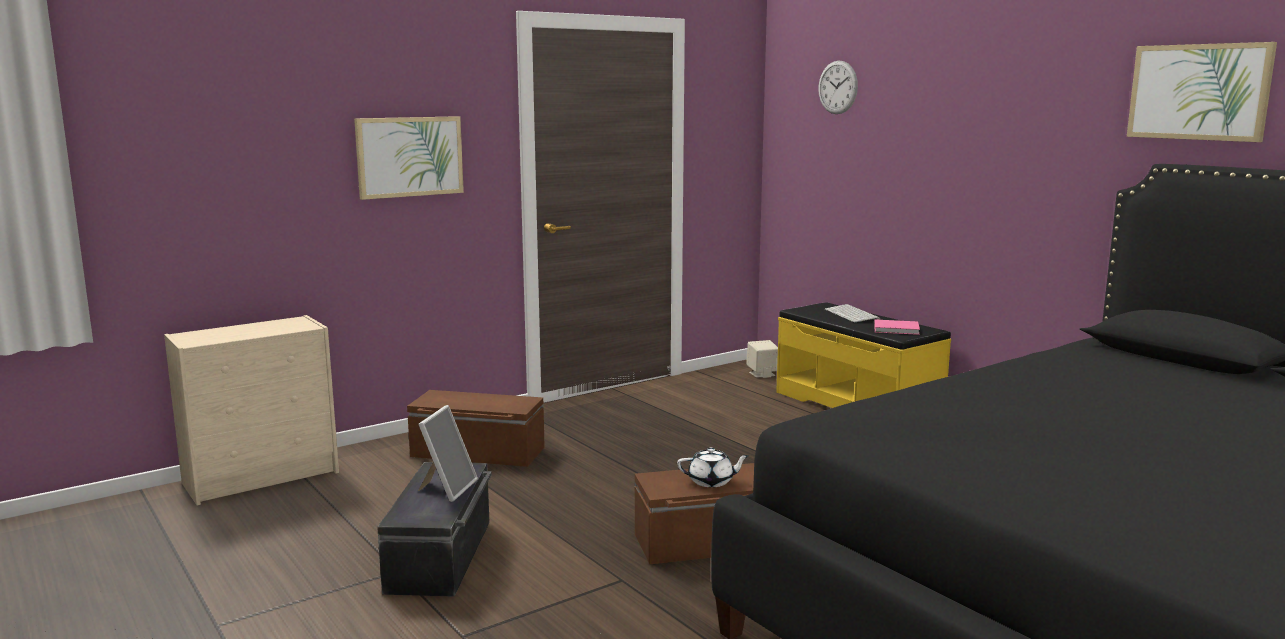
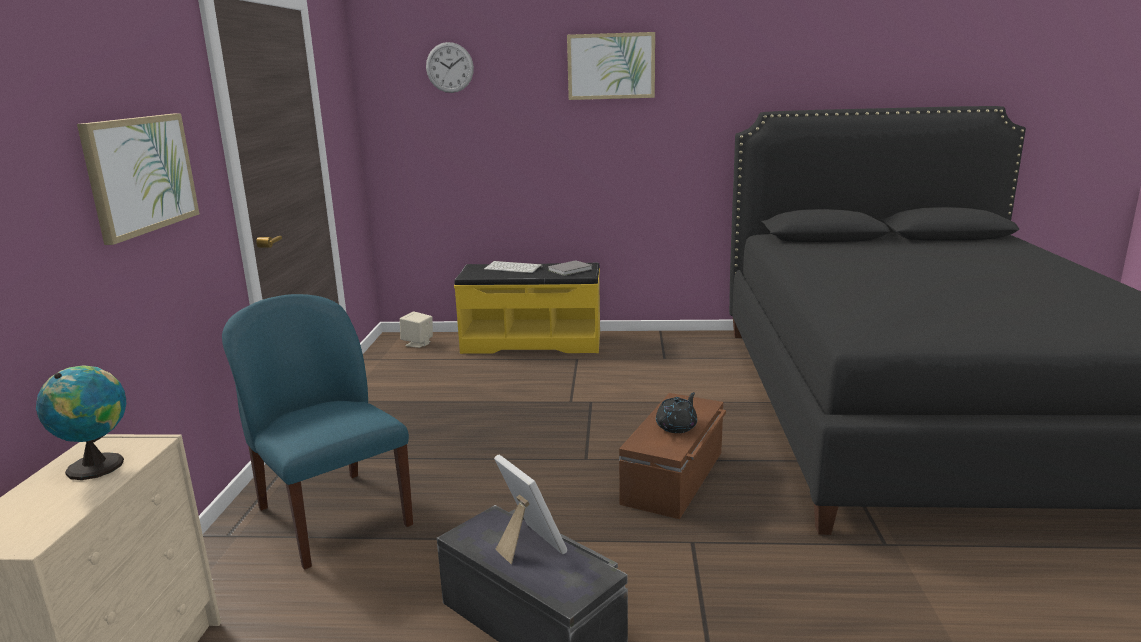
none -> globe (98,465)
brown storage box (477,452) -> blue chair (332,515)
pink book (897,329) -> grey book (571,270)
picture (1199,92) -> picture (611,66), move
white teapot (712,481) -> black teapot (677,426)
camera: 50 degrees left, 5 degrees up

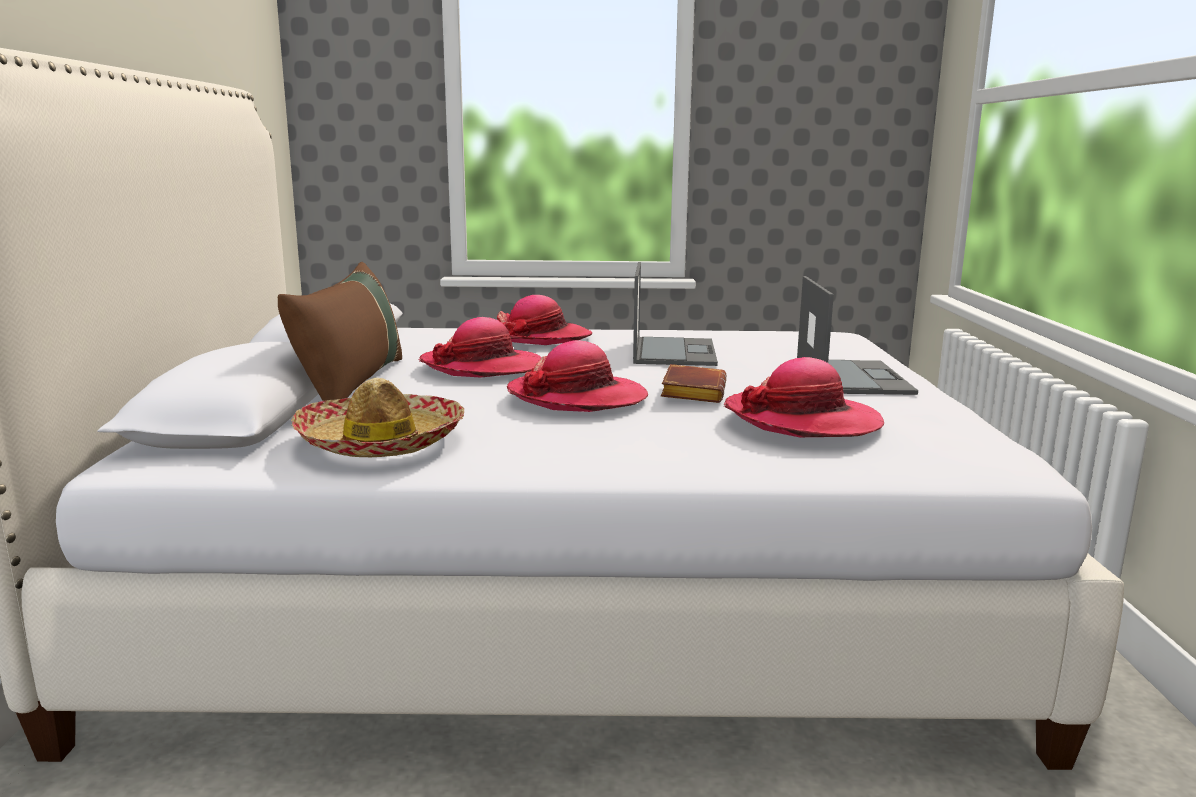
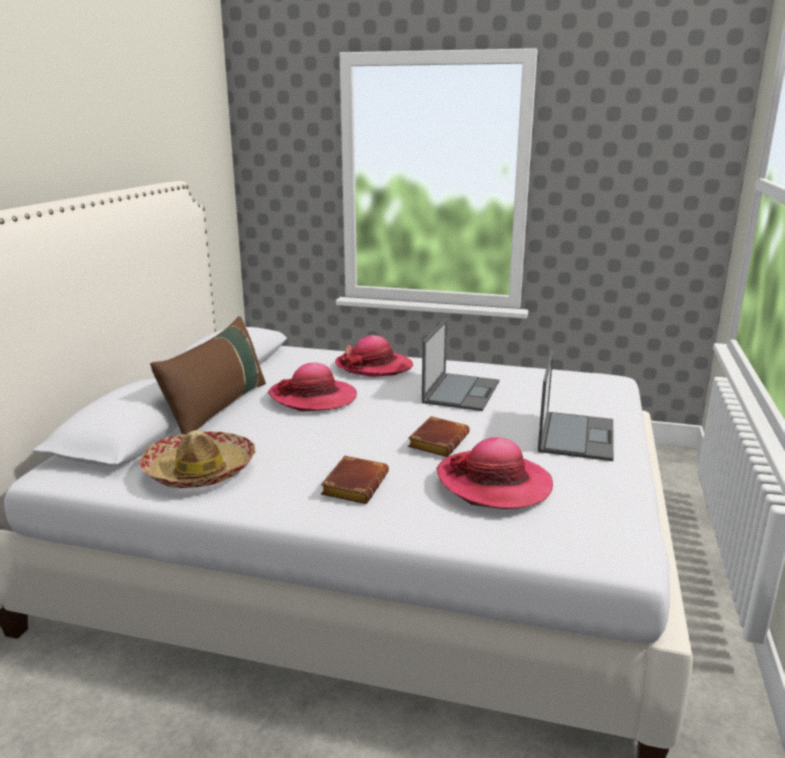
none -> brown book (354,484)
hat (577,397) -> none
camera: 15 degrees right, 5 degrees up

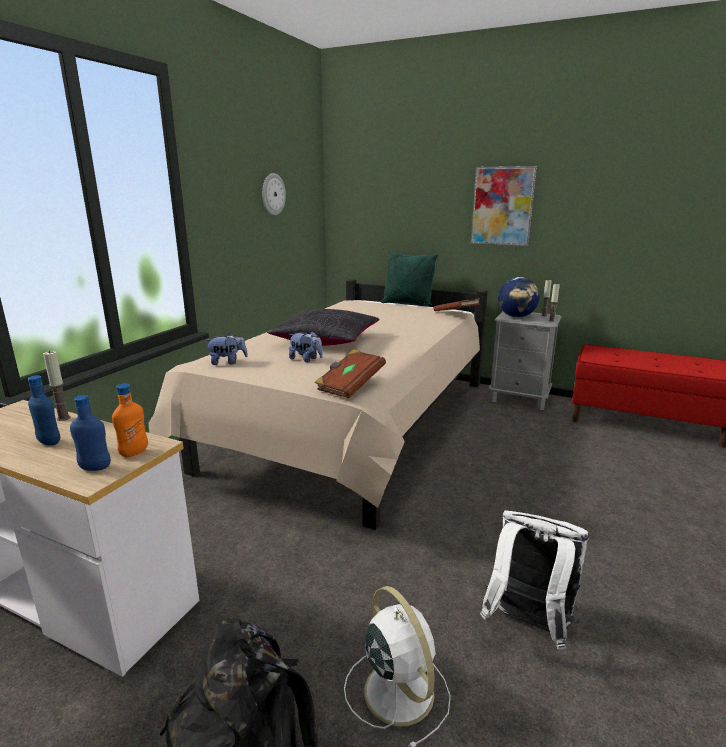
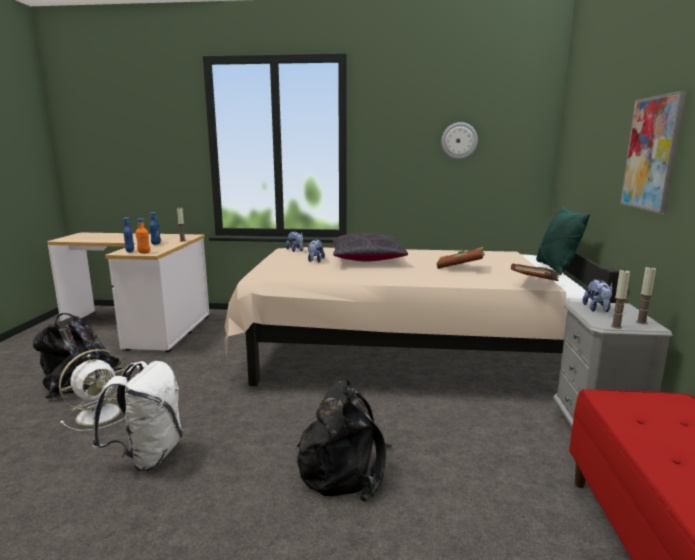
none -> black backpack (345,468)
brown book (350,386) -> brown book (460,267), move
globe (516,317) -> plush toy (597,309)
camera: 70 degrees right, 5 degrees down

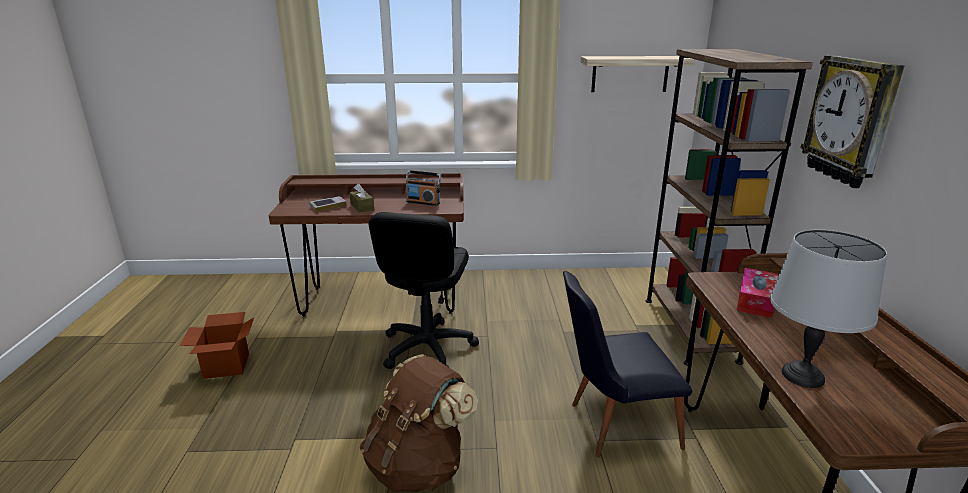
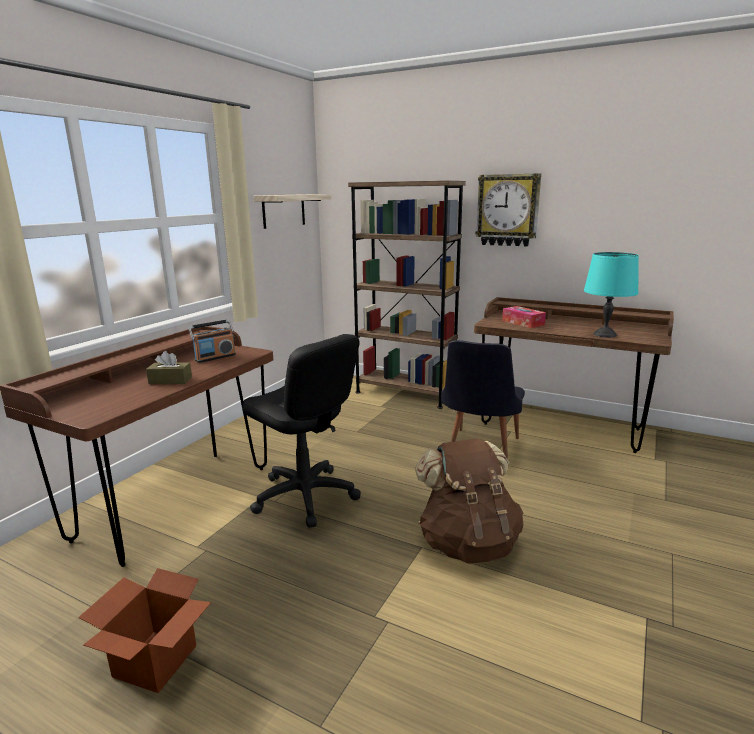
grey table lamp (803,376) -> turquoise table lamp (605,334)
book (328,206) -> none
camera: 60 degrees left, 5 degrees down

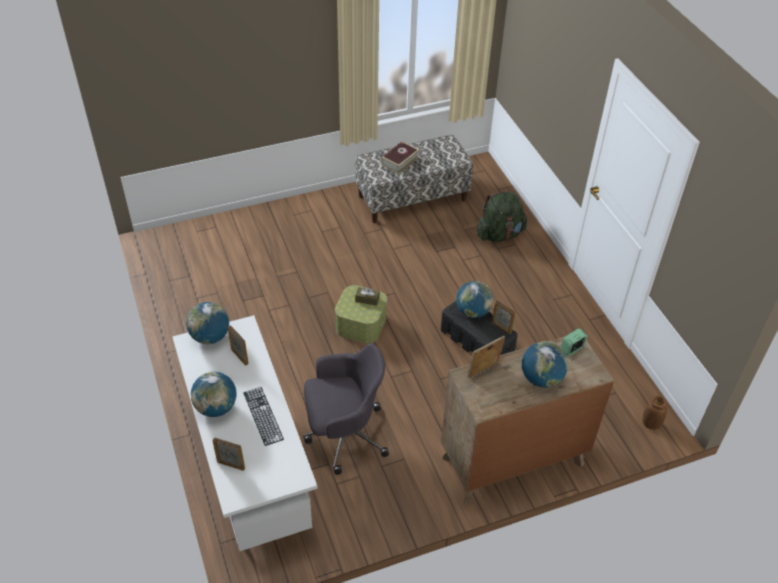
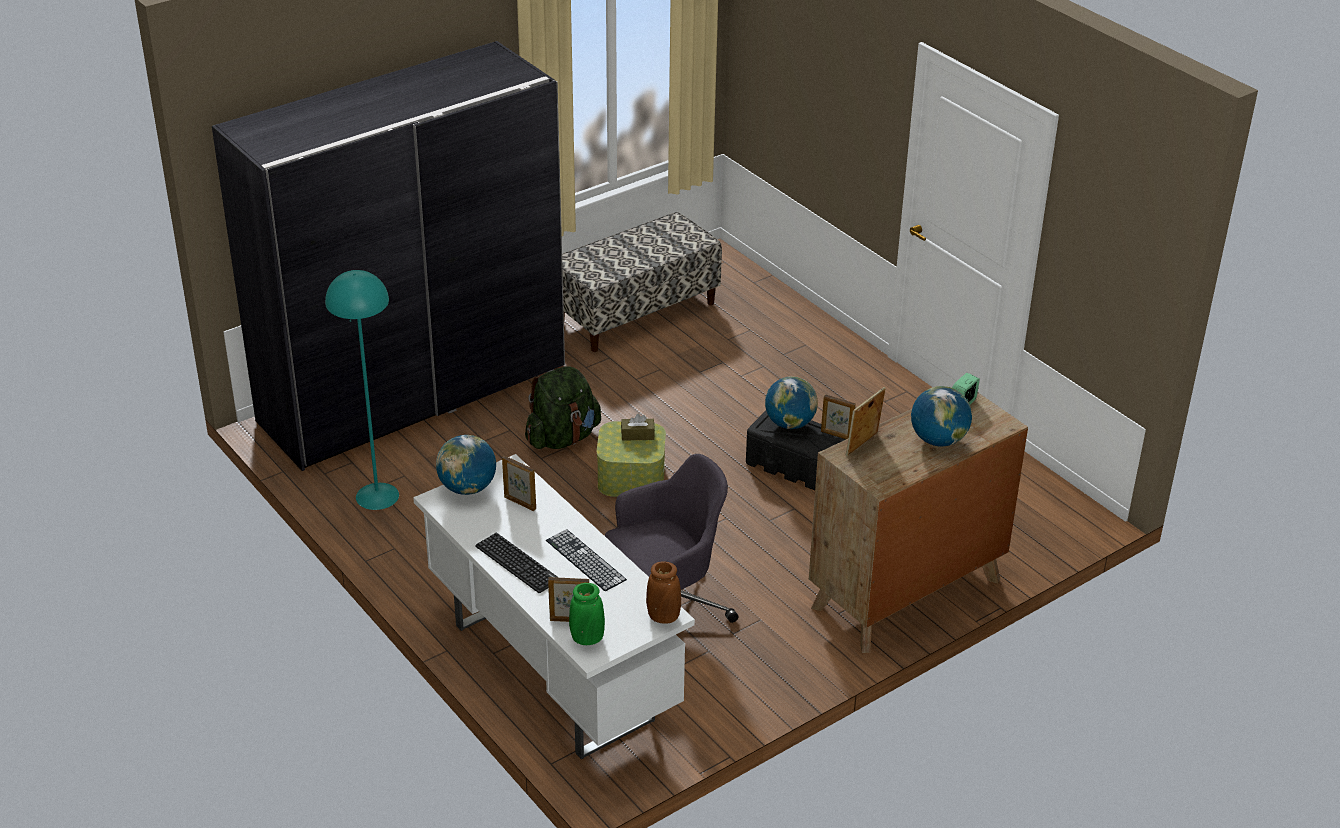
none -> grey wardrobe (413,393)
none -> turquoise floor lamp (377,496)
globe (216,407) -> keyboard (517,563)
green backpack (499,234) -> green backpack (563,438), move
none -> green vase (587,638)
brown vase (650,424) -> brown vase (663,617), move
book (399,161) -> none
camera: 15 degrees left, 10 degrees down

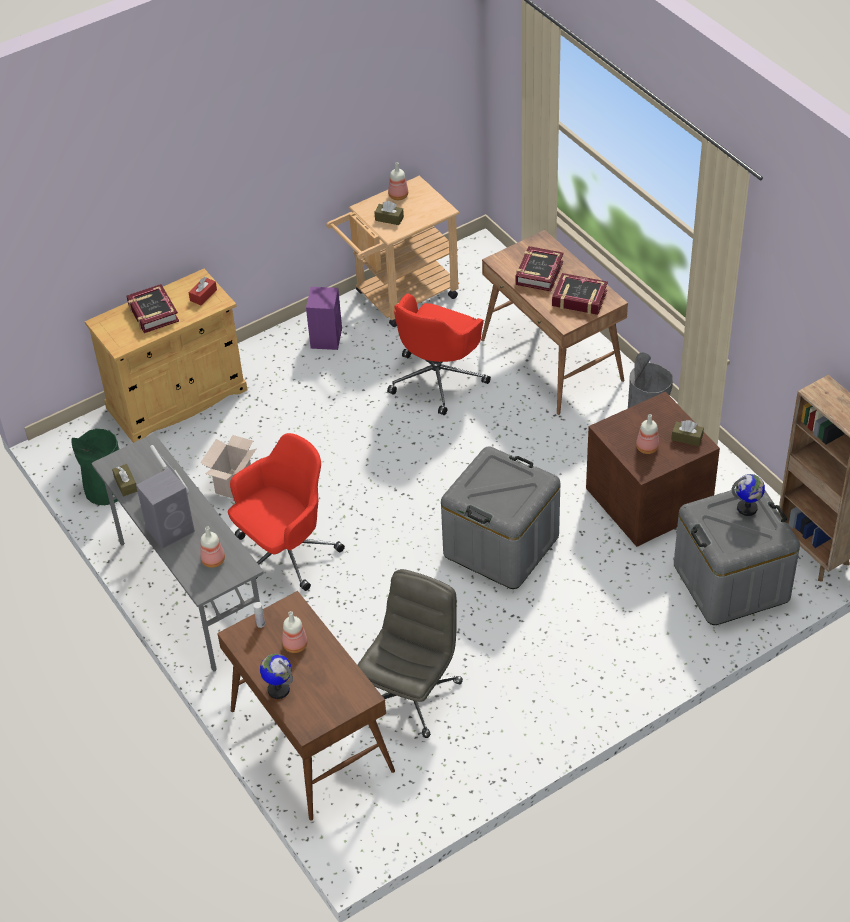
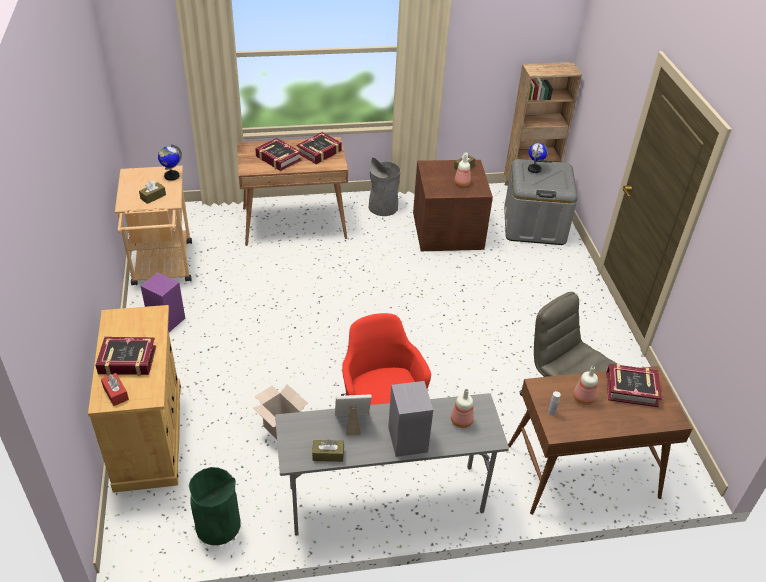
red tissue box (203,295) -> red tissue box (115,393), move
globe (278,689) -> globe (171,176), move
none -> book (631,389)
red office chair (438,378) -> none
bottle (398,196) -> none
grey storage box (501,545) -> none
camera: 70 degrees left, 5 degrees down

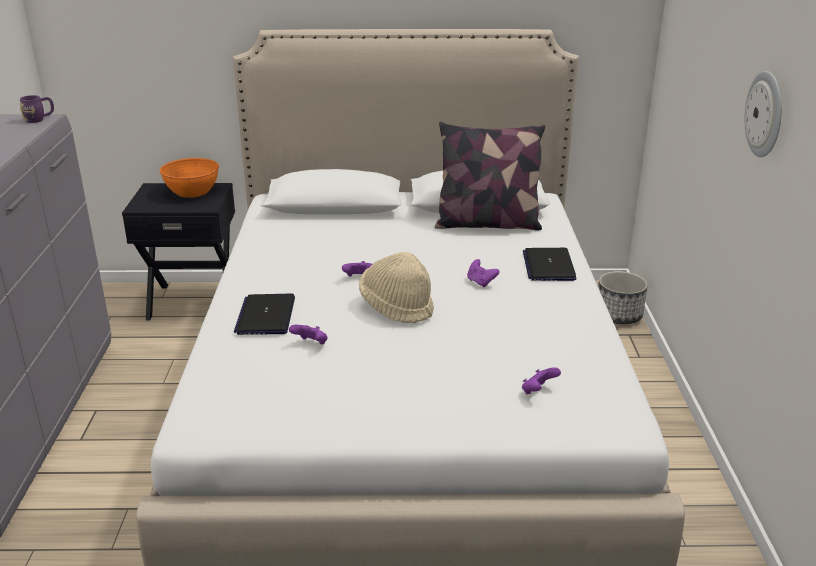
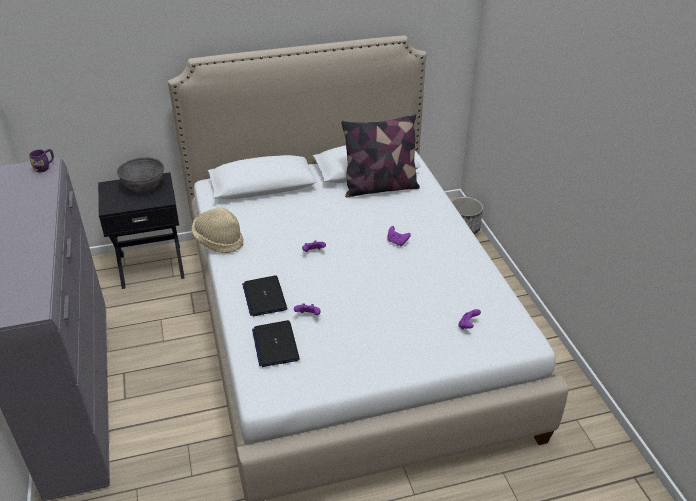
orange bowl (192,192) -> grey bowl (144,186)
beige hat (397,307) -> beige hat (218,241), move
laptop (548,266) -> laptop (275,344), move
wall clock (765,114) -> none
camera: 15 degrees left, 10 degrees up

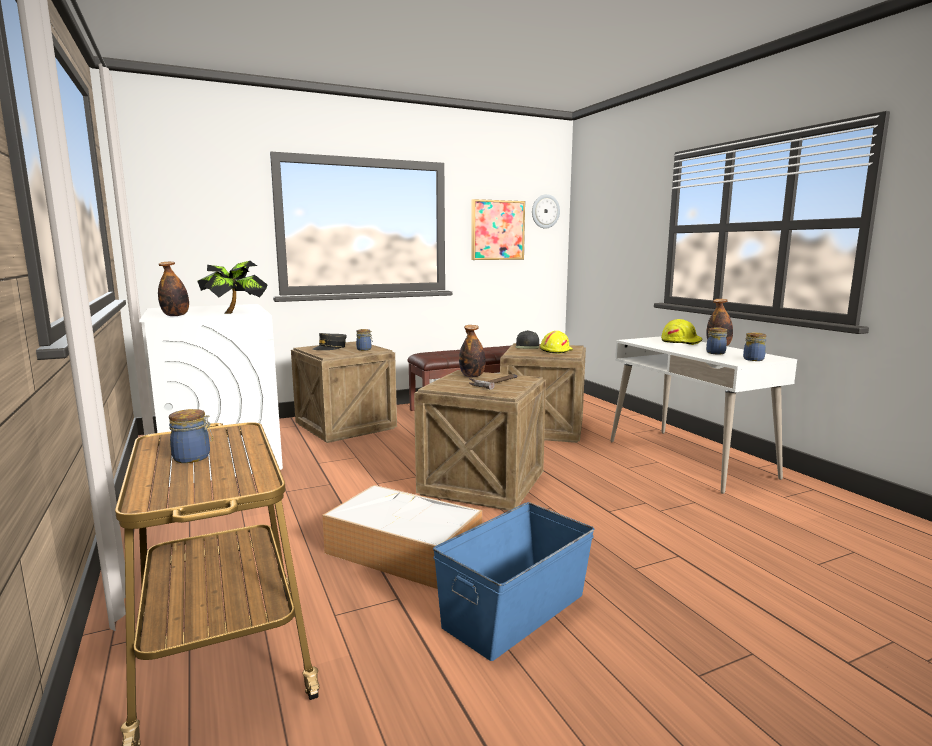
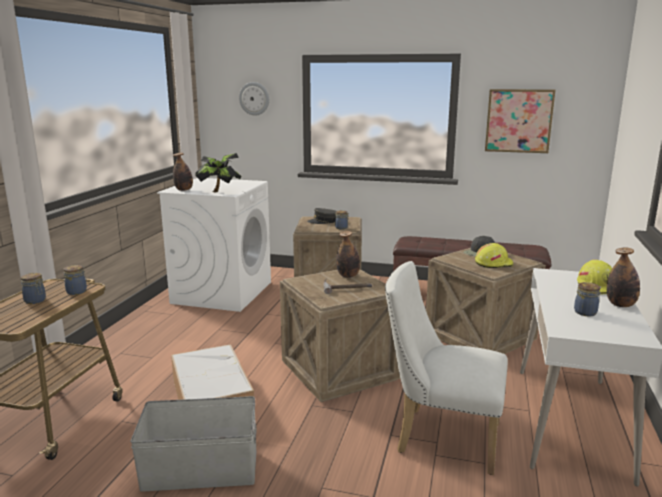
jar (752,359) -> jar (77,291), move
blue storage box (513,610) -> grey storage box (200,469)
wall clock (545,211) -> wall clock (254,98), move
none -> white chair (440,437)
camera: 40 degrees right, 5 degrees up

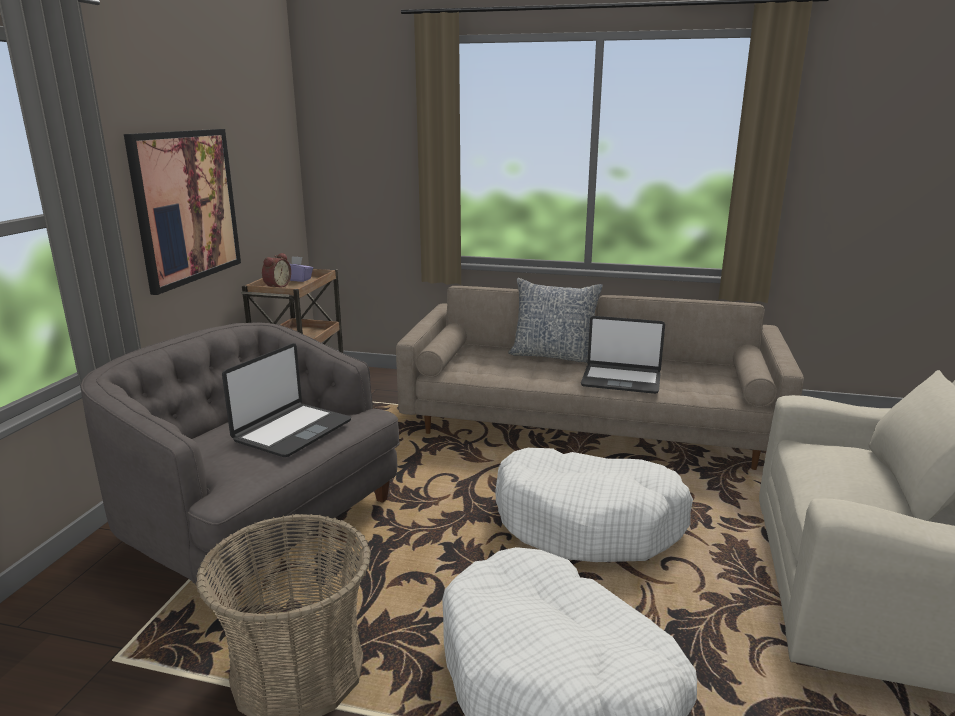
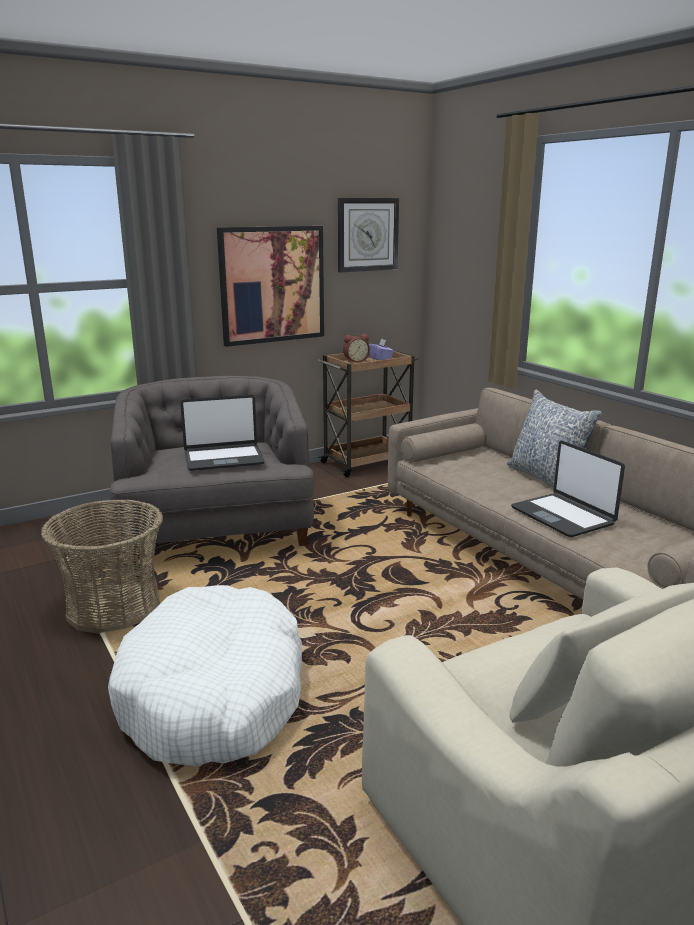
none -> wall clock (367,234)
white dog bed (588,522) -> none
camera: 45 degrees right, 0 degrees up

